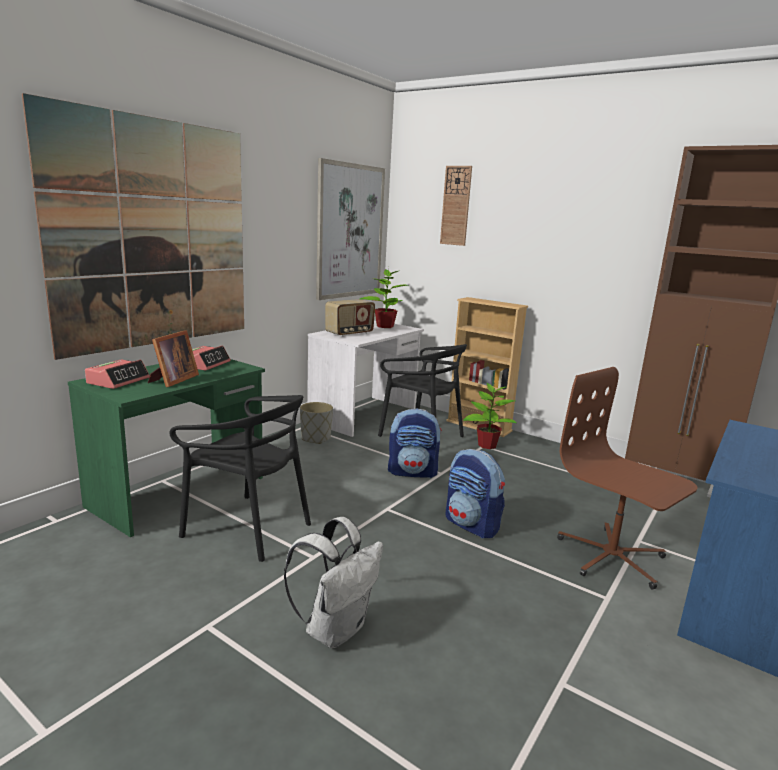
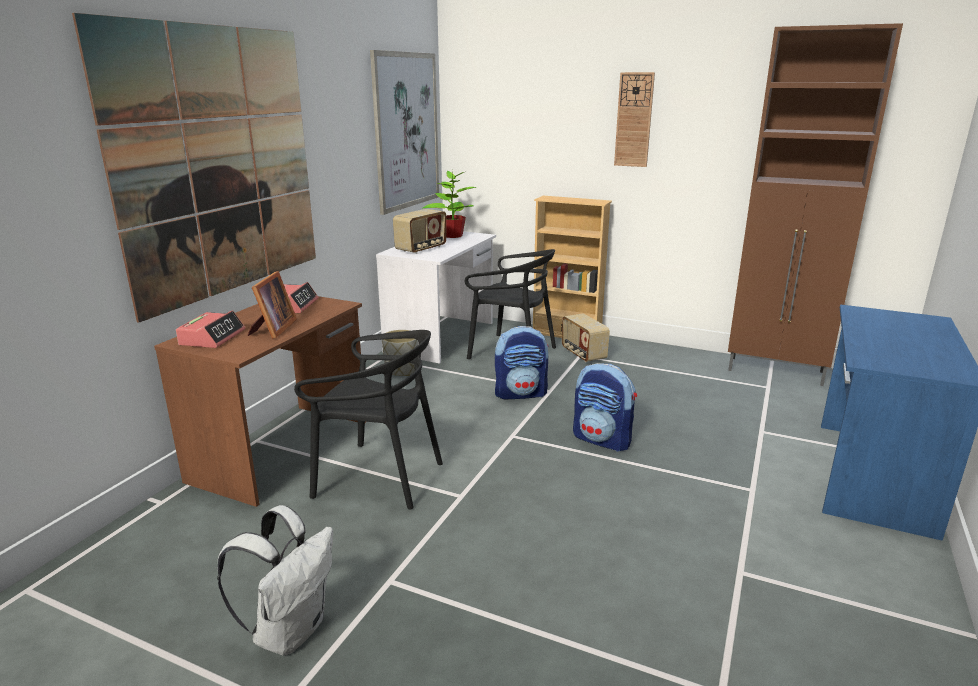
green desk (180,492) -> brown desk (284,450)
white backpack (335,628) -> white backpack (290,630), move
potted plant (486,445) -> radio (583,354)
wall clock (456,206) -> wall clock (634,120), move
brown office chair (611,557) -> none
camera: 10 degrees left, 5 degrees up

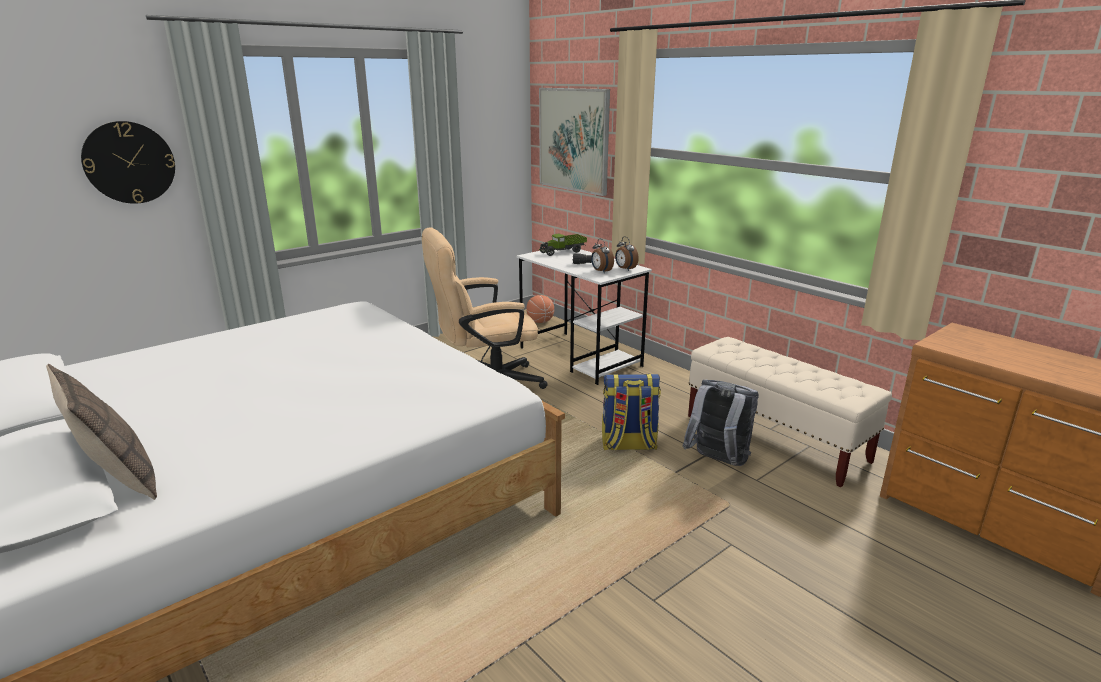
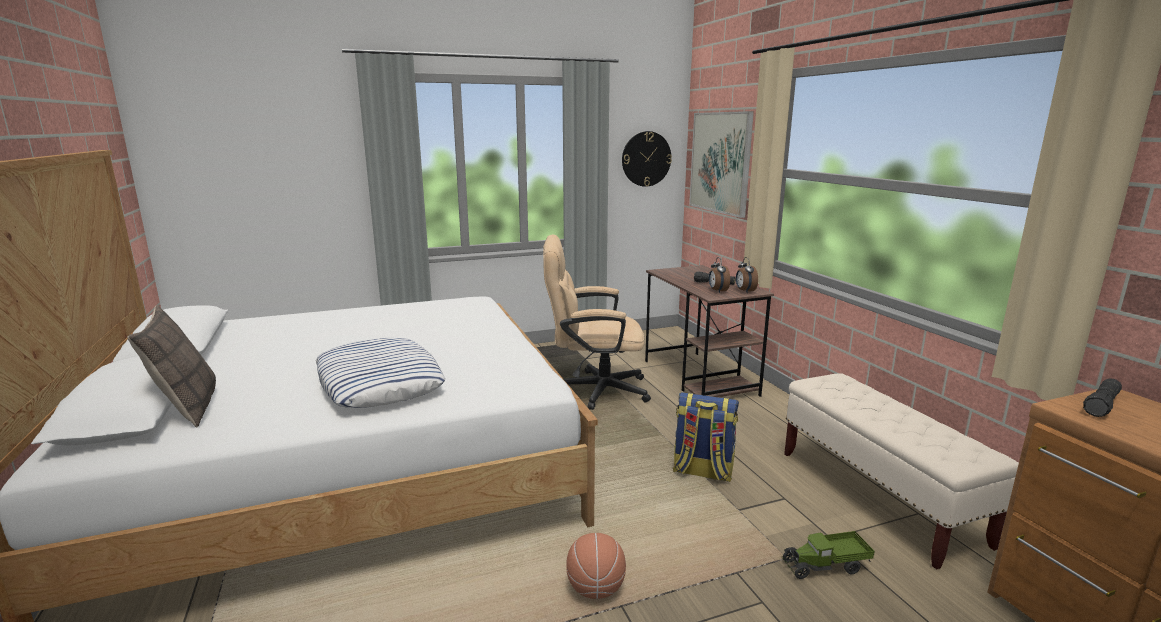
none -> pillow (379,382)
basketball (540,321) -> basketball (595,589), move
wall clock (129,162) -> wall clock (646,159), move
white desk (580,357) -> brown desk (700,378)
toy truck (563,252) -> toy truck (826,566), move
none -> black flashlight (1101,405)
grey backpack (717,462) -> none
camera: 20 degrees right, 5 degrees down

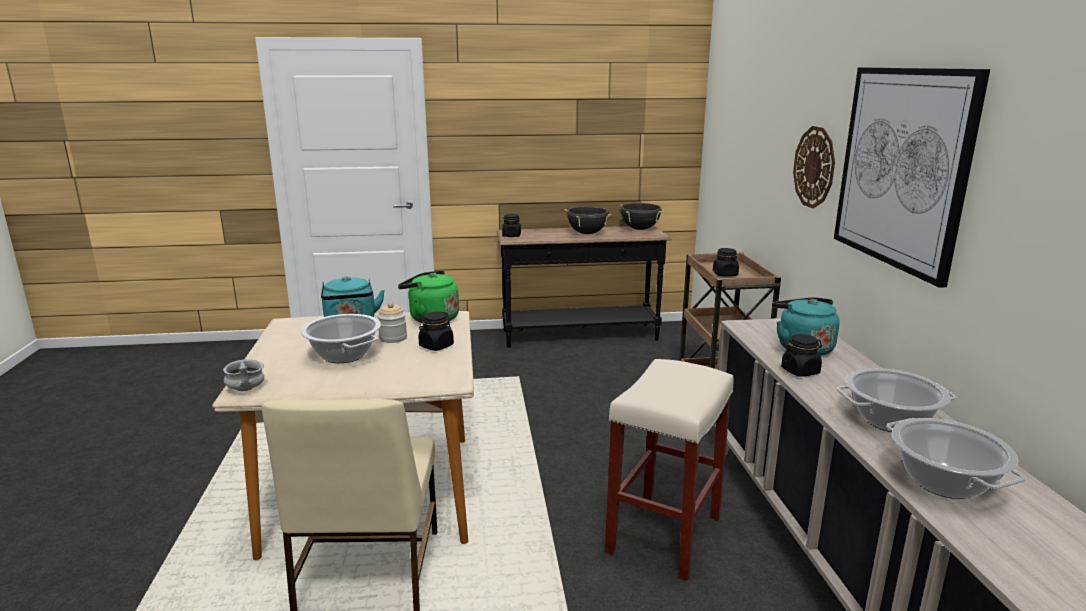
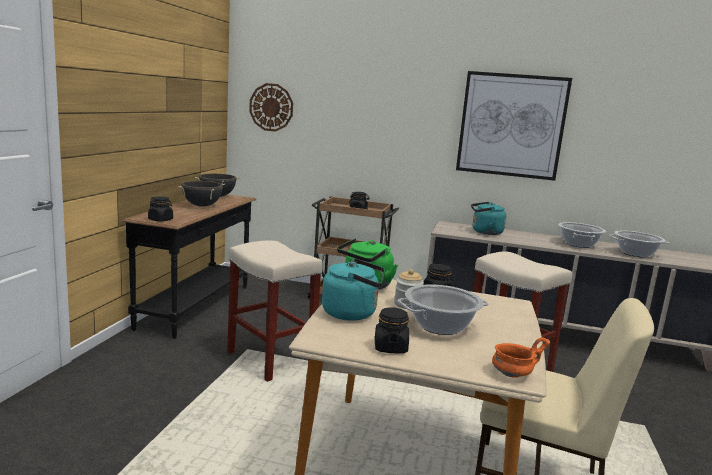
none -> beige stool (269,359)
wall clock (814,167) -> wall clock (271,107), move
black jar (800,371) -> black jar (390,347), move
grey bowl (246,389) -> orange bowl (512,374)
camera: 70 degrees left, 5 degrees down

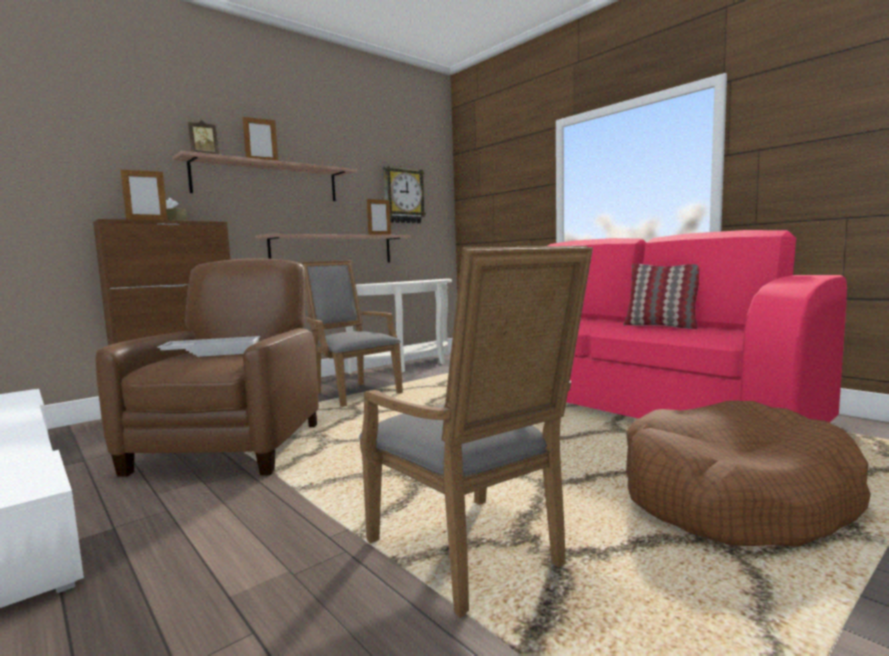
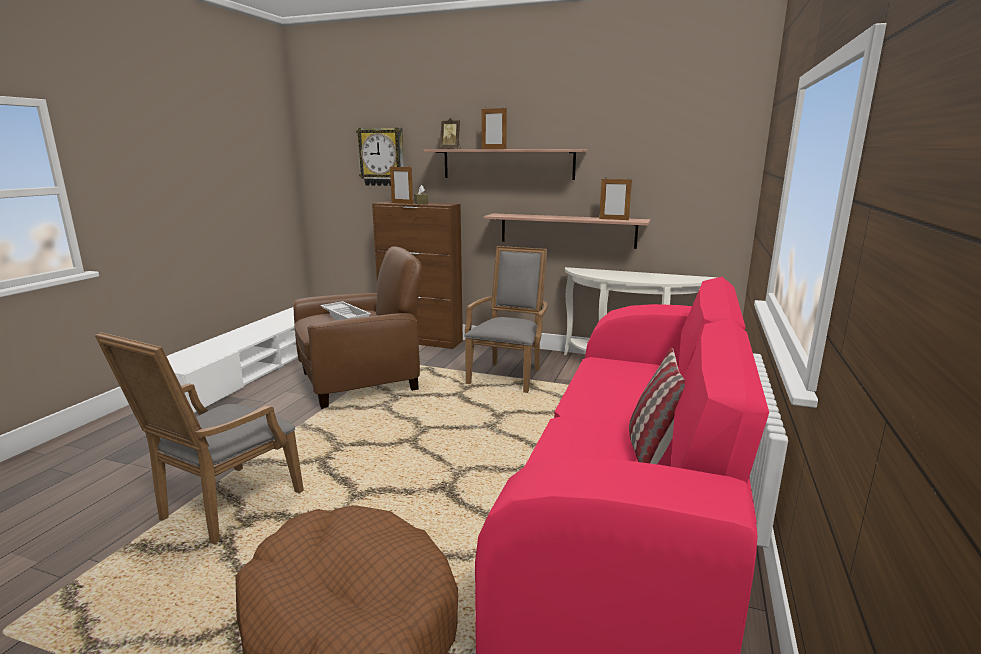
wall clock (403,196) -> wall clock (382,157), move
camera: 60 degrees right, 10 degrees up

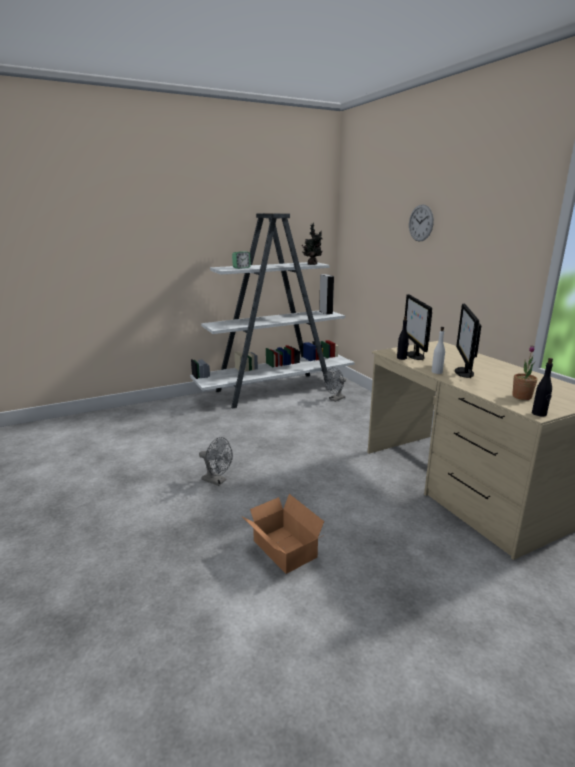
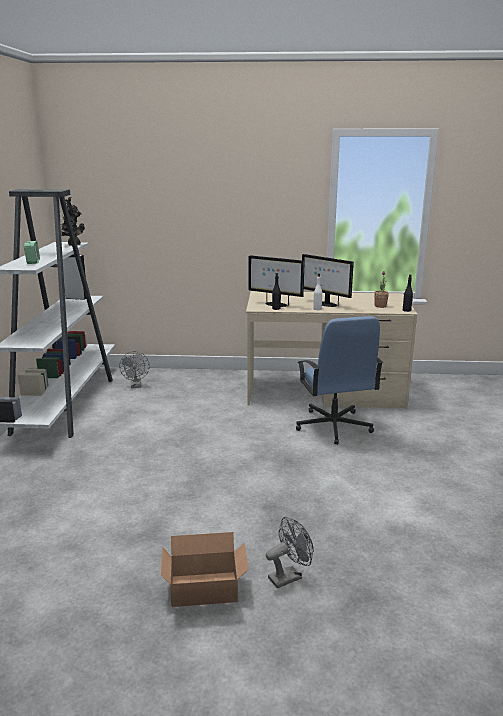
cardboard box (283,551) -> cardboard box (206,590), move
grey fan (217,481) -> grey fan (289,576), move
none -> blue office chair (333,426)
wall clock (421,223) -> none
camera: 60 degrees left, 0 degrees up

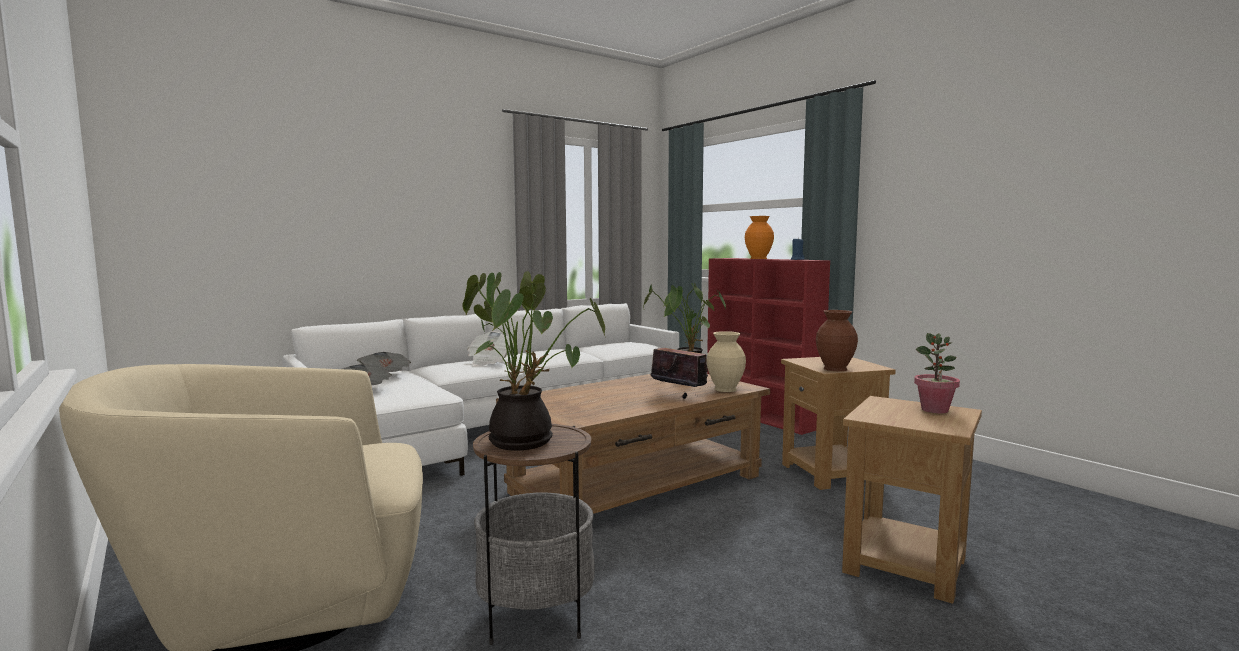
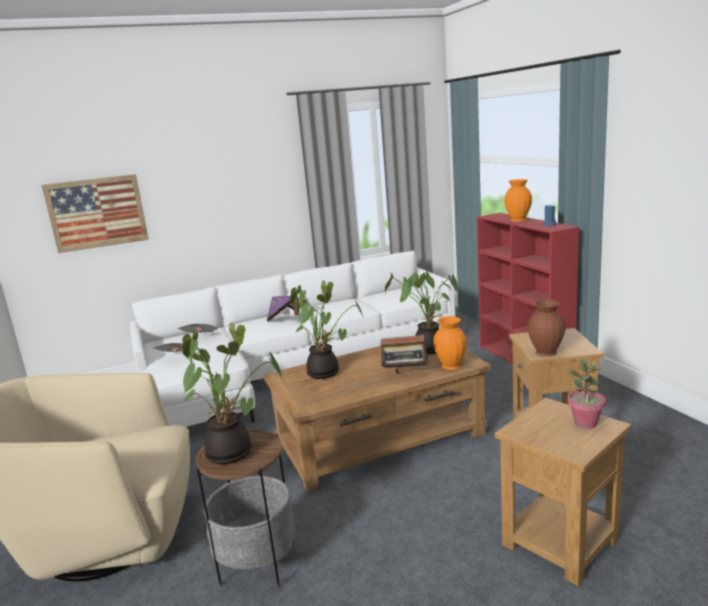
none -> picture (97,213)
newspaper (489,361) -> purple hat (283,319)
none -> potted plant (326,372)
radio (678,396) -> radio (405,375), 135 degrees clockwise
beige vase (726,389) -> orange vase (451,365)
camera: 15 degrees right, 10 degrees up

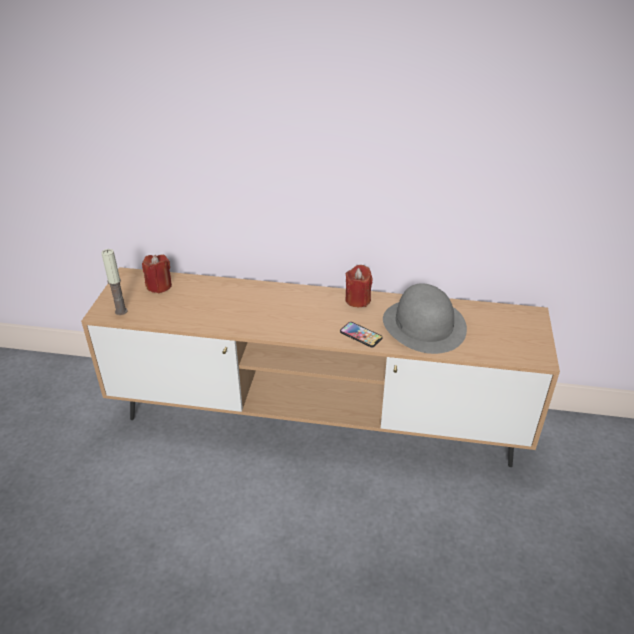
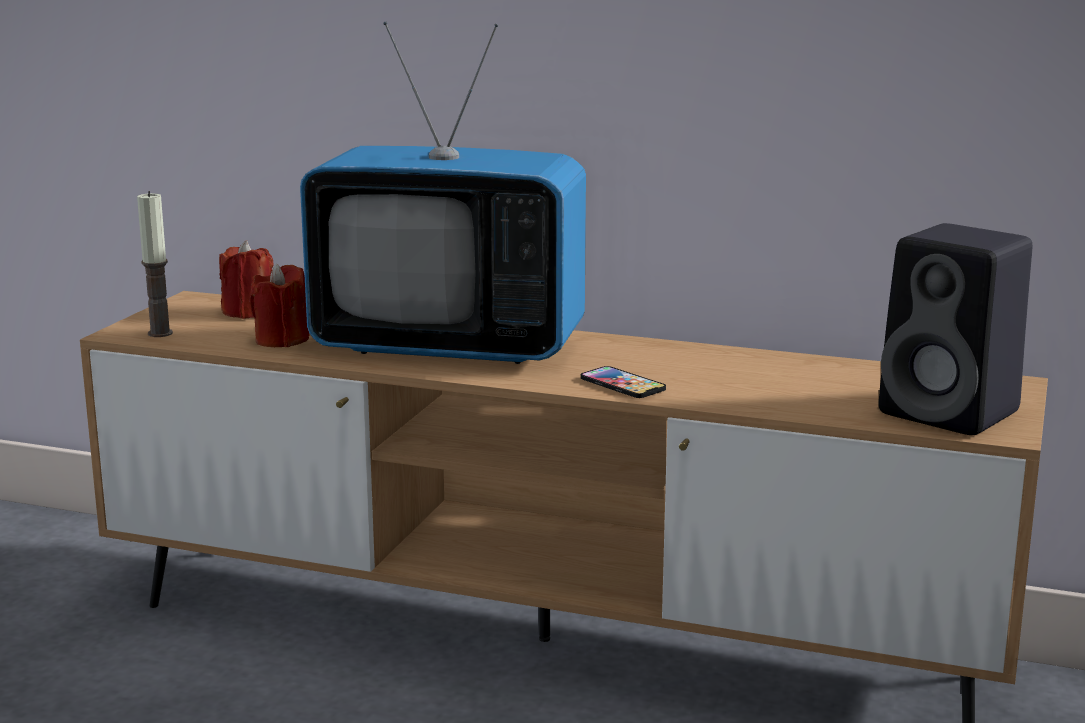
red candle (358,300) -> red candle (282,340), move
none -> television (449,347)
none -> black speaker (953,413)
grey hat (424,325) -> none
camera: 10 degrees right, 20 degrees down

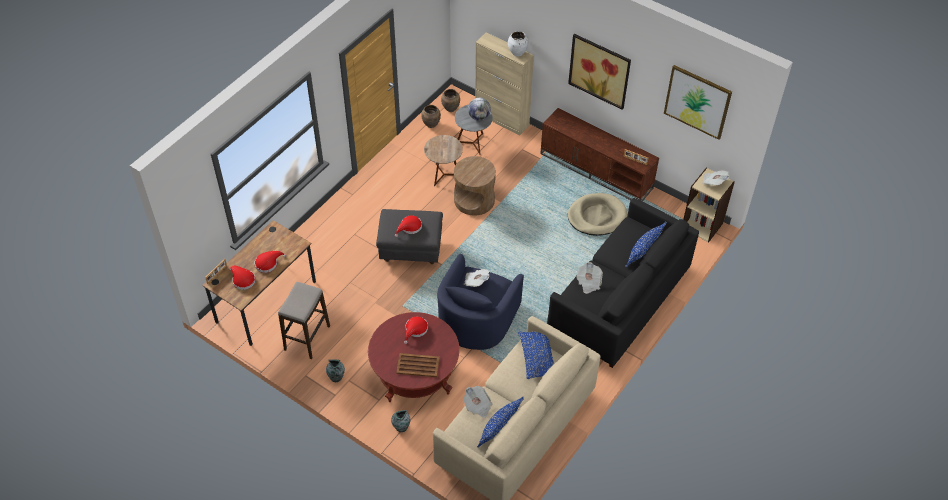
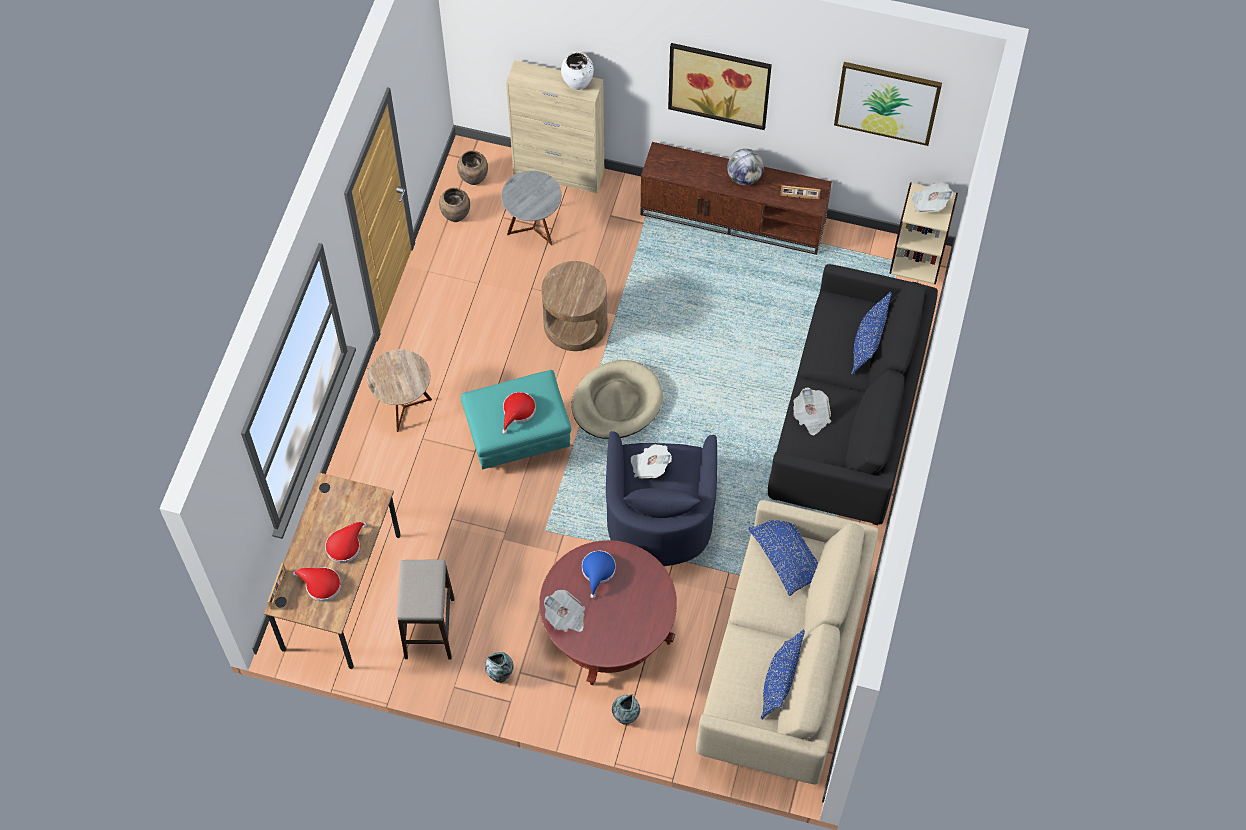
brown side table (443,175) -> brown side table (404,407), move
grey ottoman (410,251) -> turquoise ottoman (518,438)
newspaper (477,406) -> newspaper (565,617), move
beige dog bed (596,216) -> beige dog bed (616,402), move
red hat (415,330) -> blue hat (598,572)
globe (479,117) -> globe (744,177), move
brown tray (417,365) -> none
camera: 20 degrees left, 10 degrees up

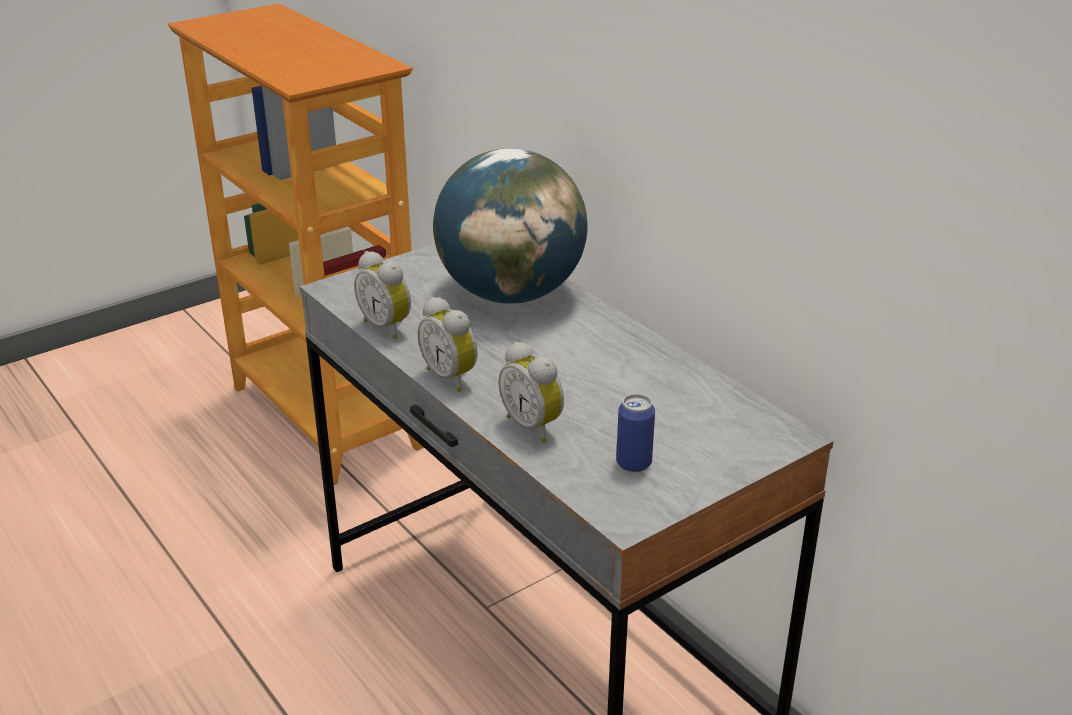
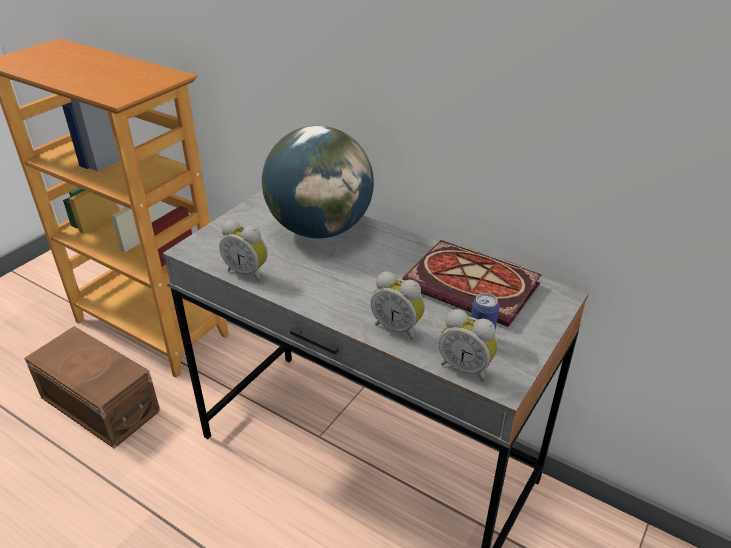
none -> brown storage box (99,406)
none -> book (475,286)
alarm clock (452,377) -> alarm clock (465,367), move
camera: 20 degrees left, 5 degrees up

